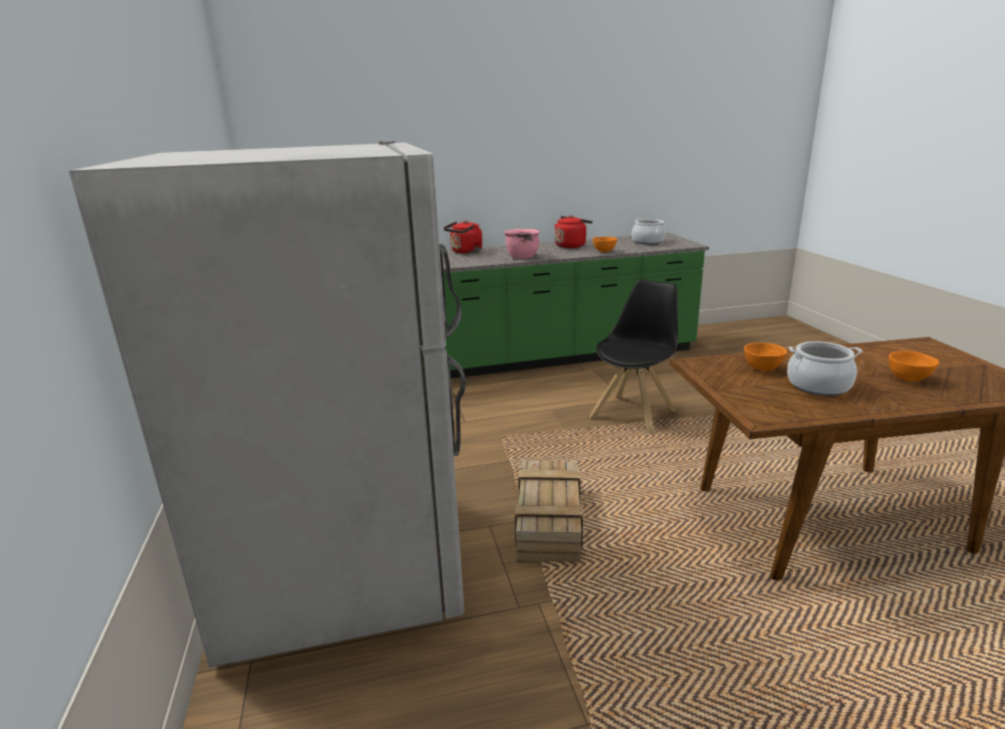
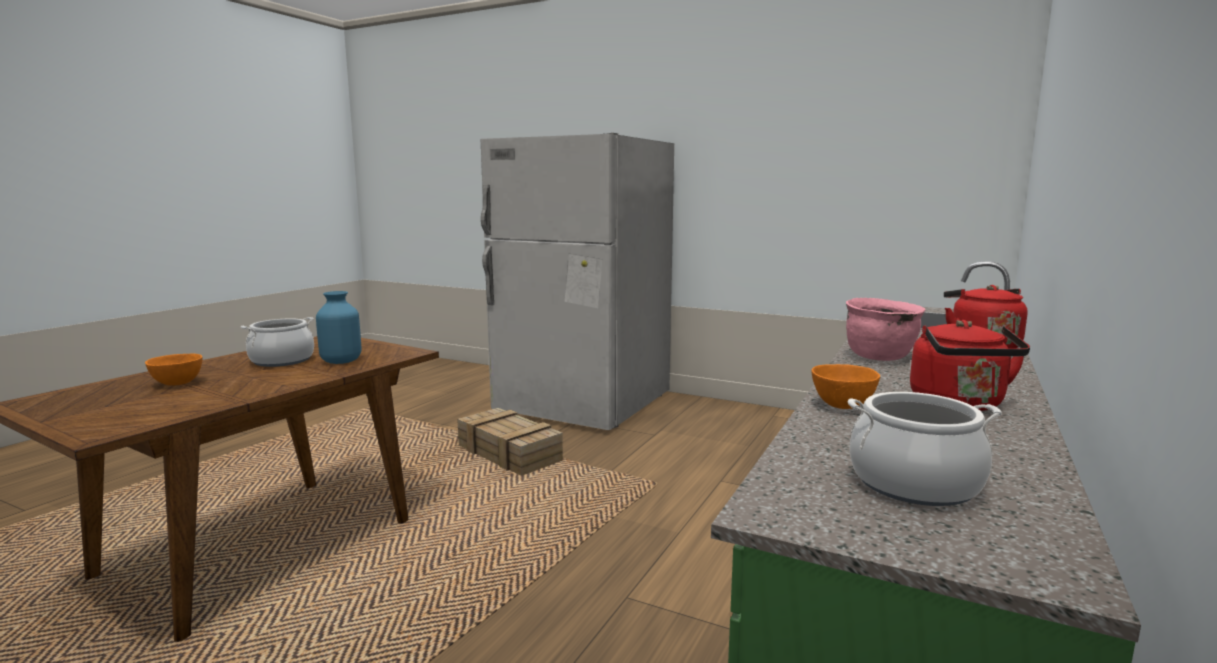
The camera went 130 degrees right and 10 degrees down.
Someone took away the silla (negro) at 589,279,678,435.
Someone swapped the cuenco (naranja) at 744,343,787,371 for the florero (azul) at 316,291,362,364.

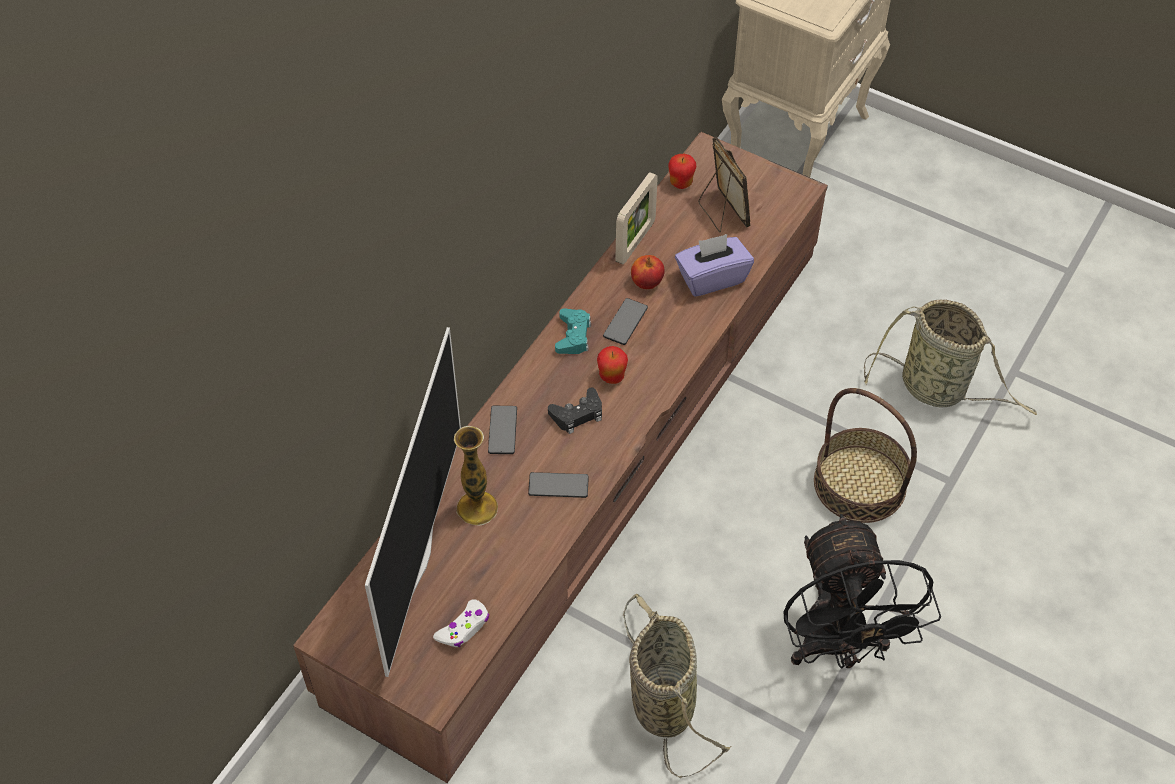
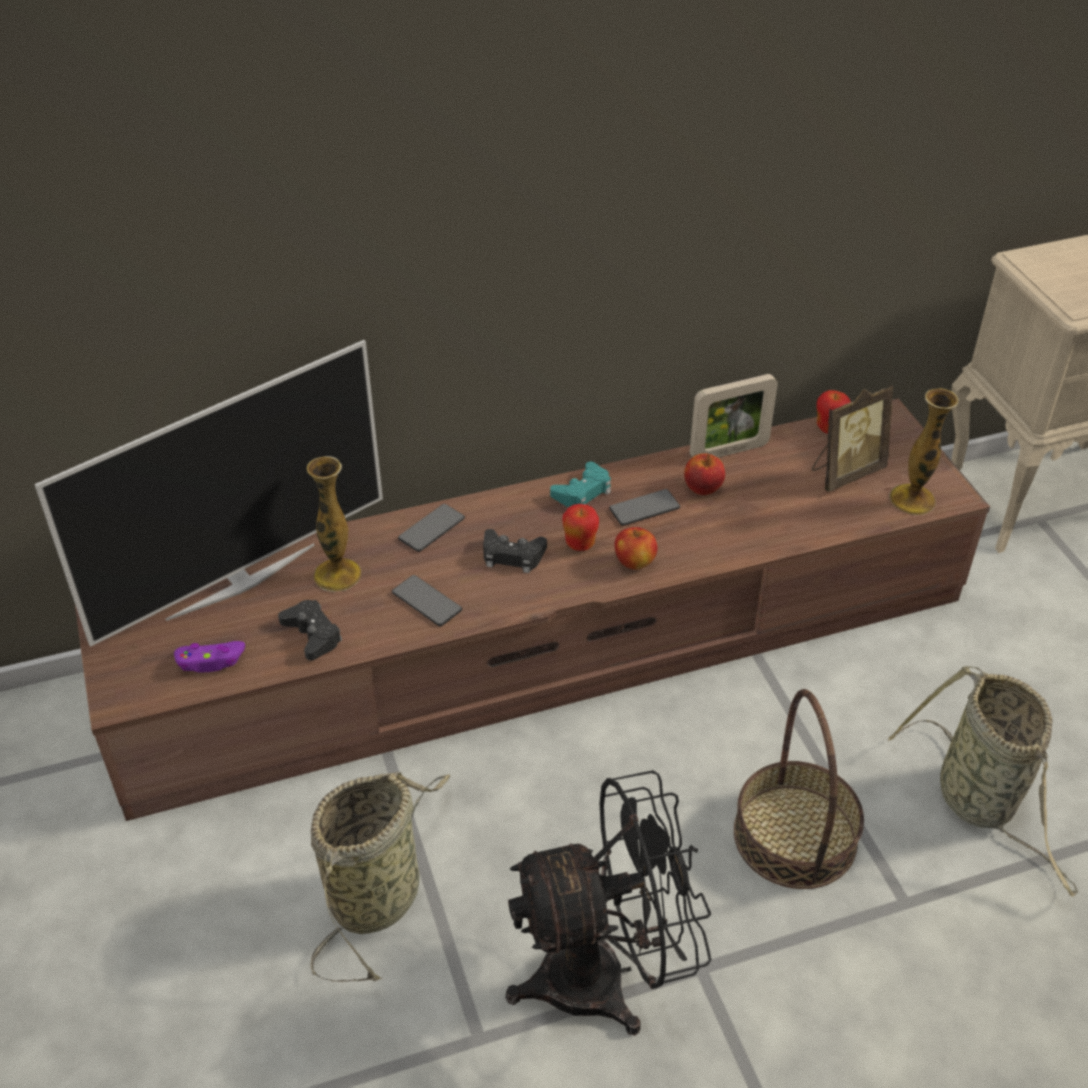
The camera went 40 degrees right and 10 degrees down.
Someone took away the caja de pañuelos (morado) at 675,234,754,297.
Someone put down the mando de consola (negro) at 278,600,342,660.
Someone put down the manzana at 614,527,658,570.
Someone put down the florero at 889,388,959,515.
Someone repainted the mando de consola (blanco) at 433,599,489,647, which became the mando de consola (morado) at 174,641,245,673.
Someone rotated the portarretratos at 698,137,751,232 by 45 degrees clockwise.
Someone rotated the ventilador (negro) at 784,514,941,668 by 135 degrees counterclockwise.

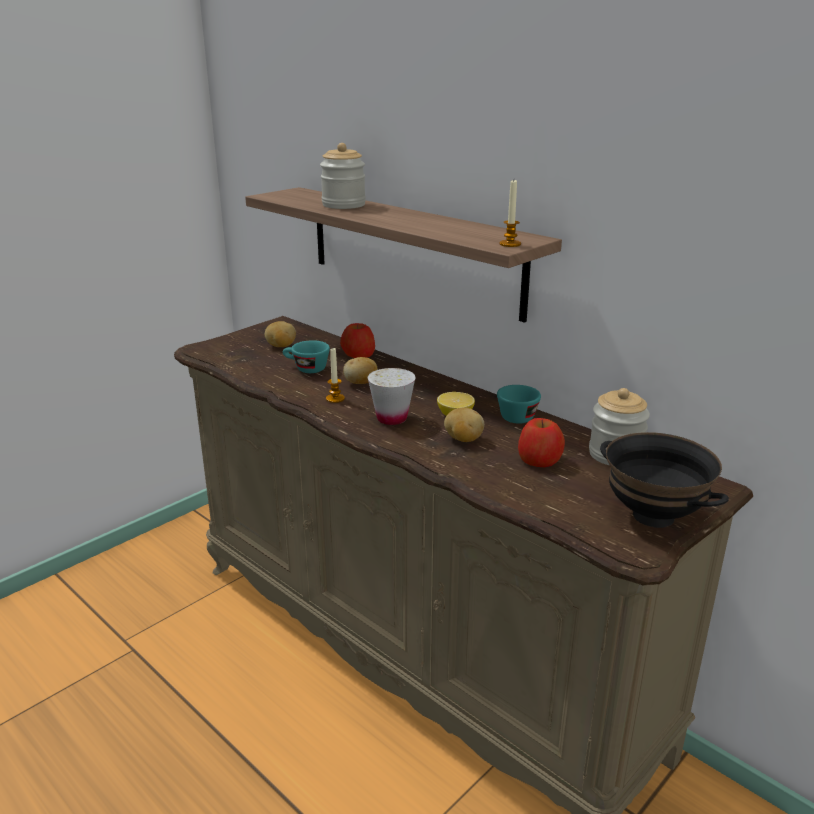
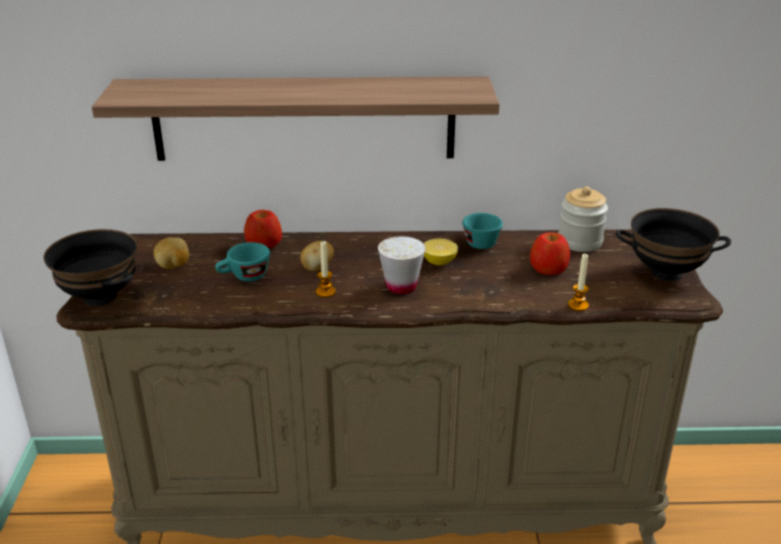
The camera went 45 degrees left and 5 degrees up.
Someone took away the tarro at 320,143,366,209.
Someone took away the patata at 444,408,484,442.
Someone put down the cuenco (negro) at 43,229,137,306.
Someone carried the vela from 499,180,521,247 to 568,253,589,311.

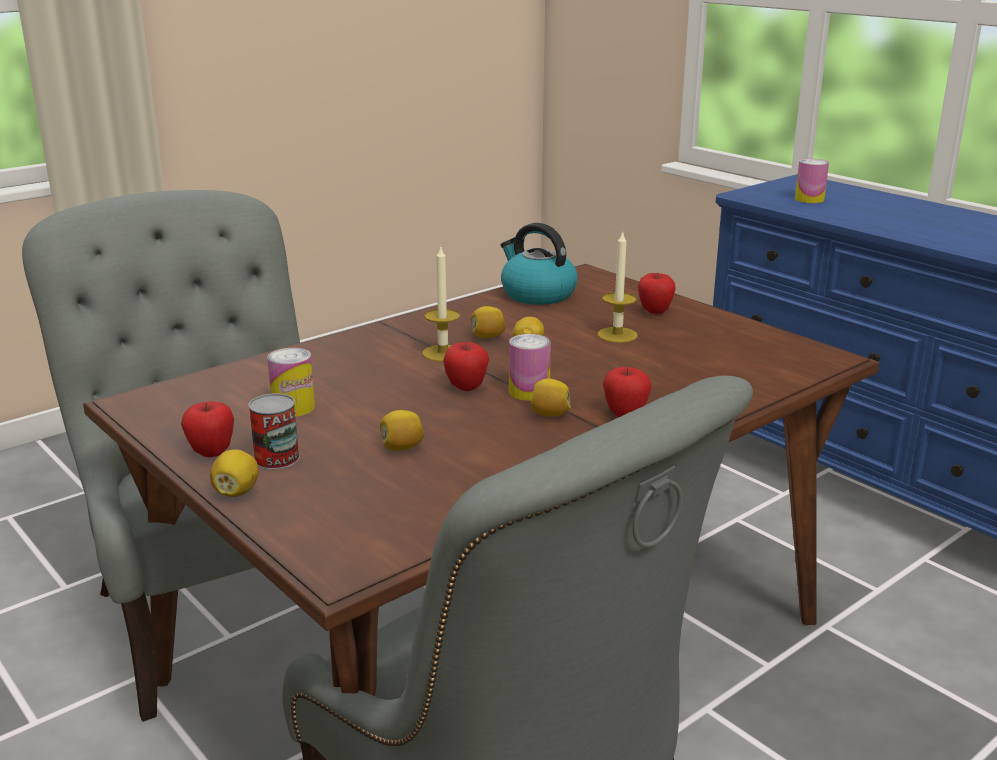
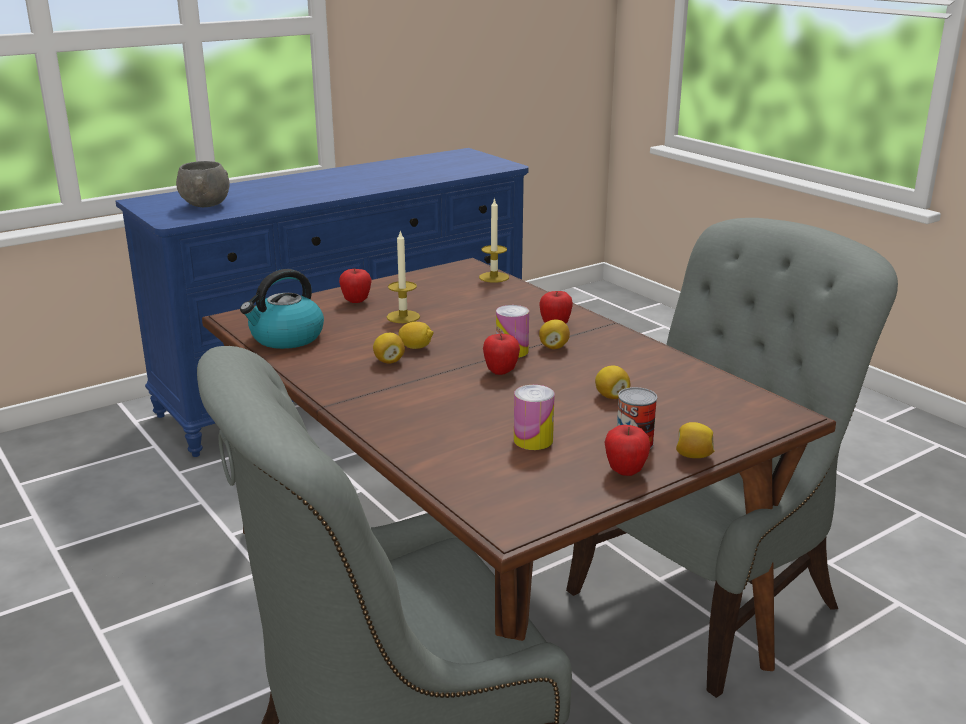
The camera went 85 degrees left and 0 degrees up.
Someone carried the vela from 423,245,460,362 to 479,198,509,283.
Someone swapped the lata at 795,159,829,203 for the cuenco (gris) at 176,161,229,207.

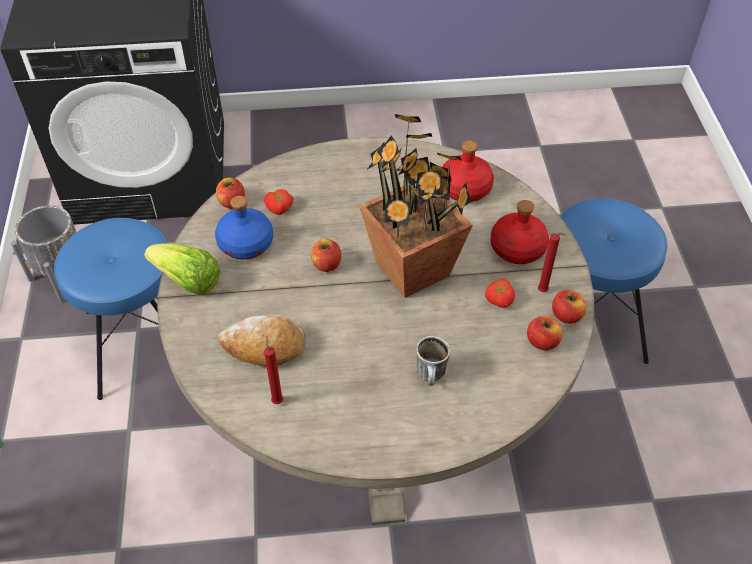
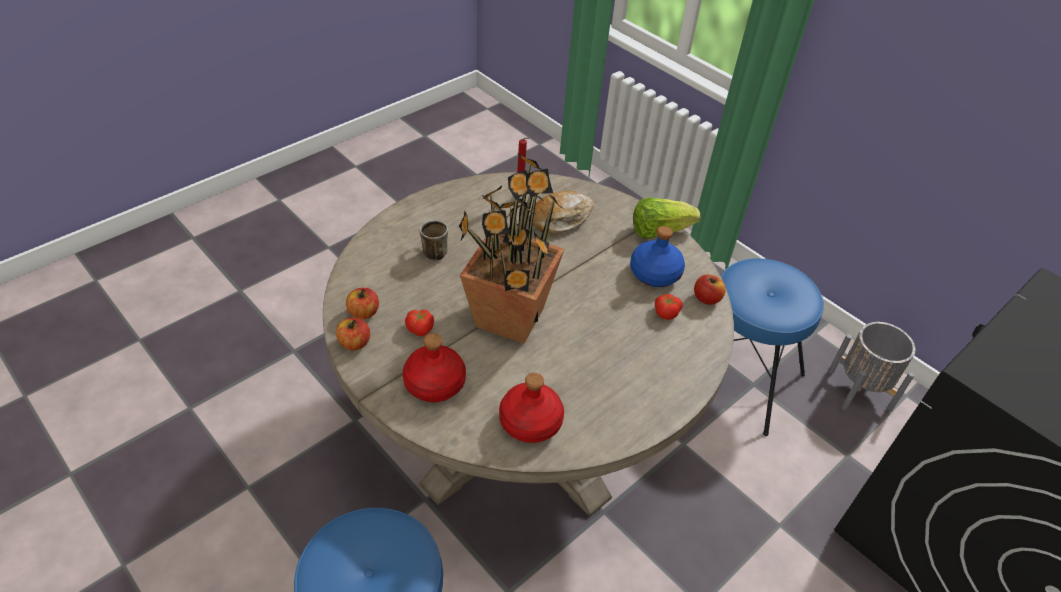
The camera went 140 degrees right and 5 degrees down.
Someone took away the manzana at 311,239,341,272.
Someone took away the vela (rojo) at 538,233,566,292.

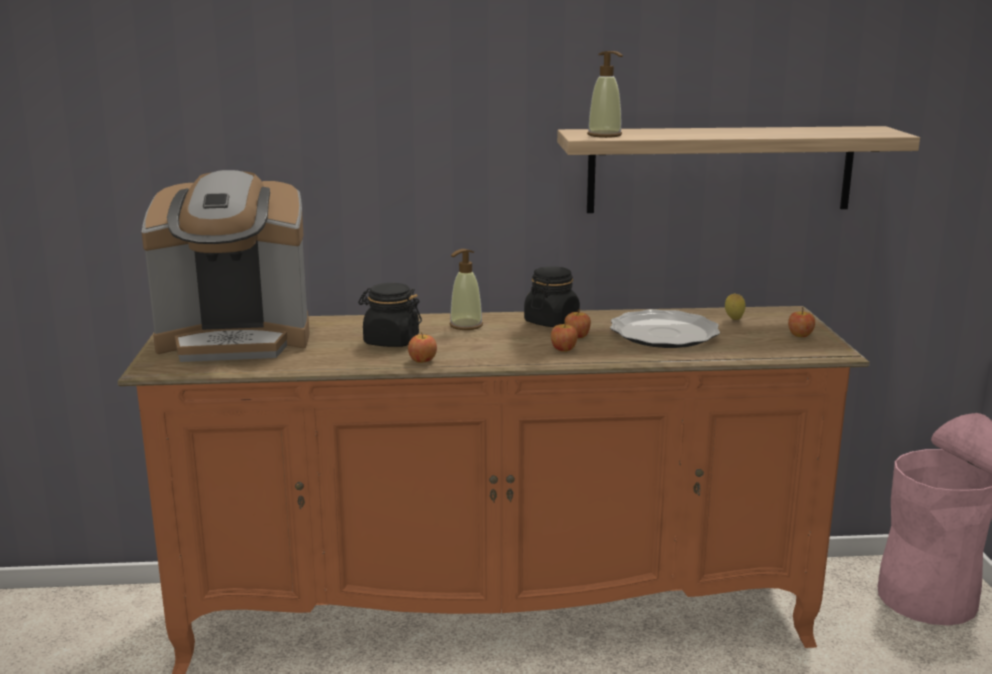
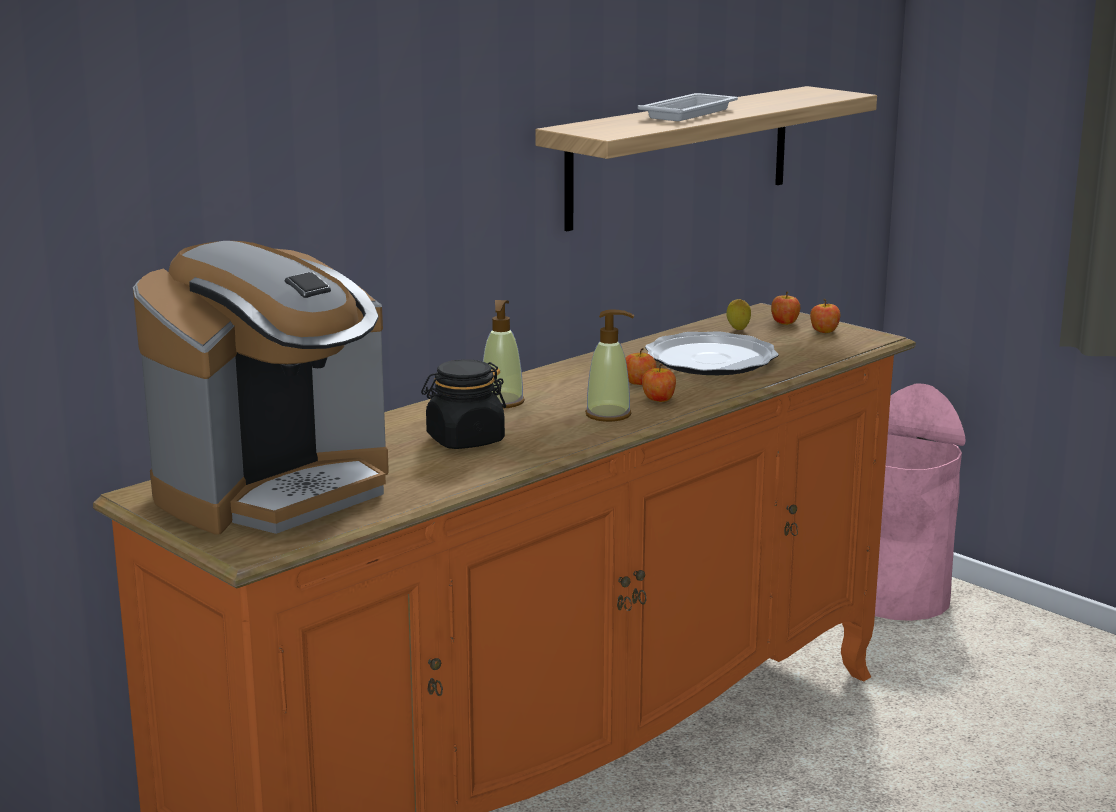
The camera went 40 degrees left and 0 degrees up.
Someone took away the tarro (negro) at 524,266,580,327.
Someone put down the bandeja (blanco) at 638,93,738,121.
Someone carried the manzana from 408,332,437,363 to 771,292,800,325.
Someone carried the dispensador de jabón from 587,51,623,138 to 585,309,634,422.

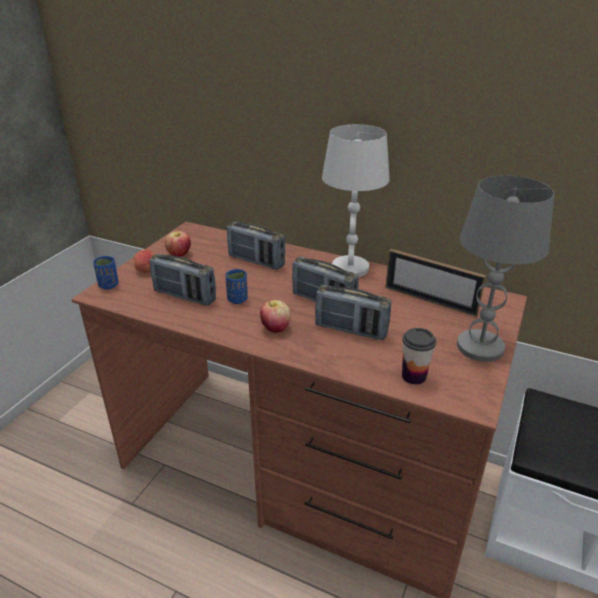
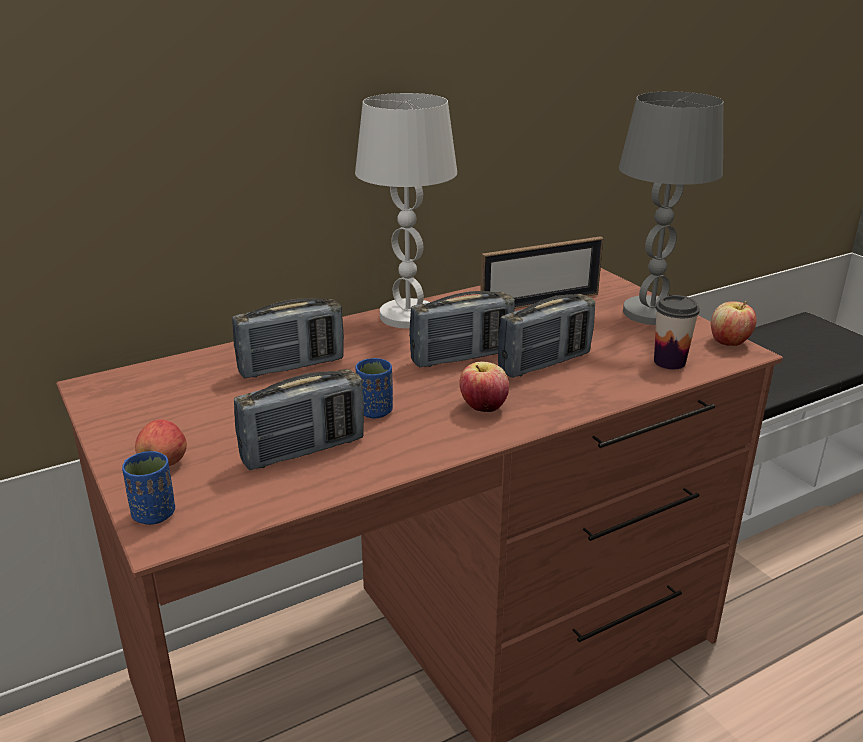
The camera went 55 degrees left and 5 degrees down.
Someone carried the manzana from 165,231,191,257 to 711,301,757,346.

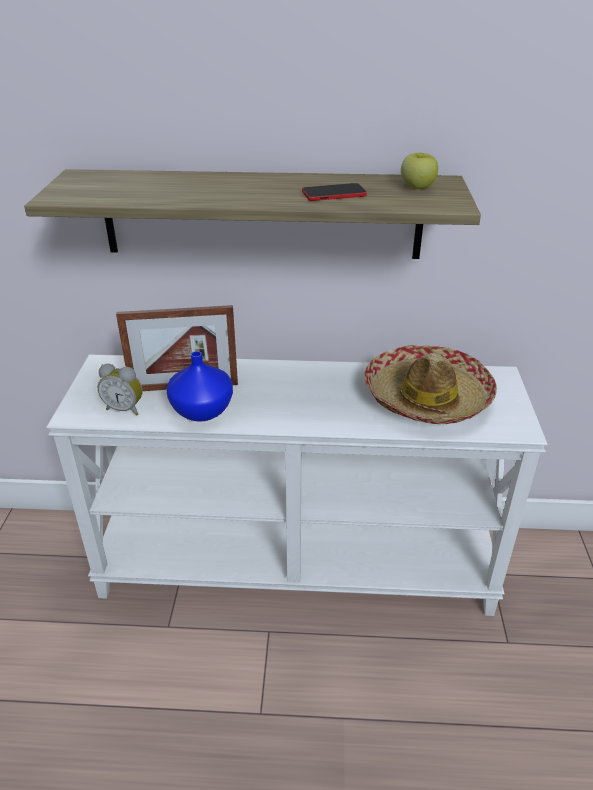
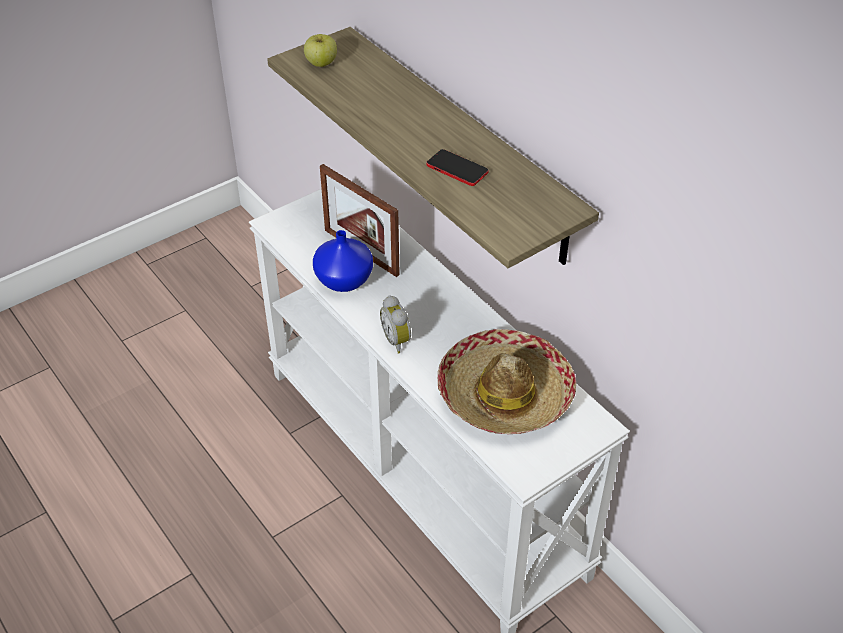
The camera went 50 degrees right and 10 degrees up.
Someone carried the despertador from 98,363,143,416 to 380,295,411,354.
Someone carried the manzana from 401,153,438,189 to 304,34,337,67.

